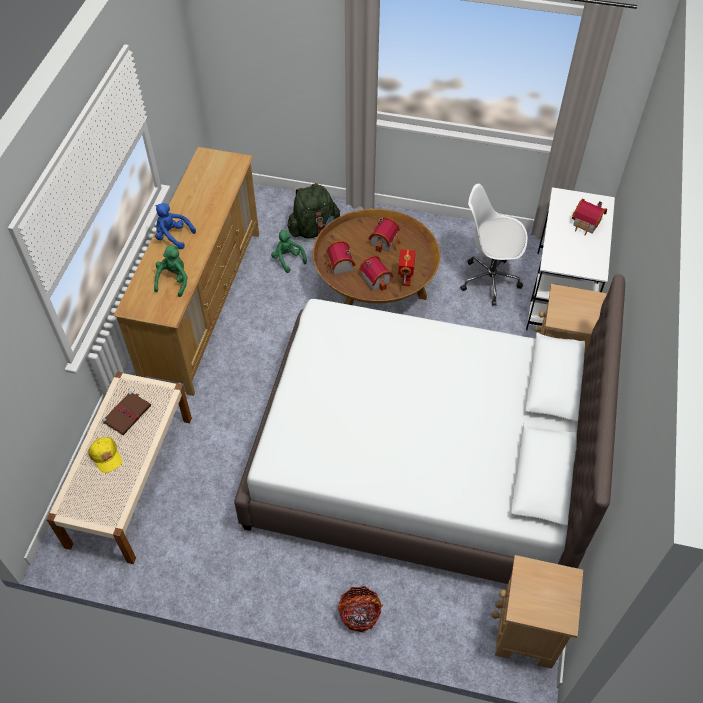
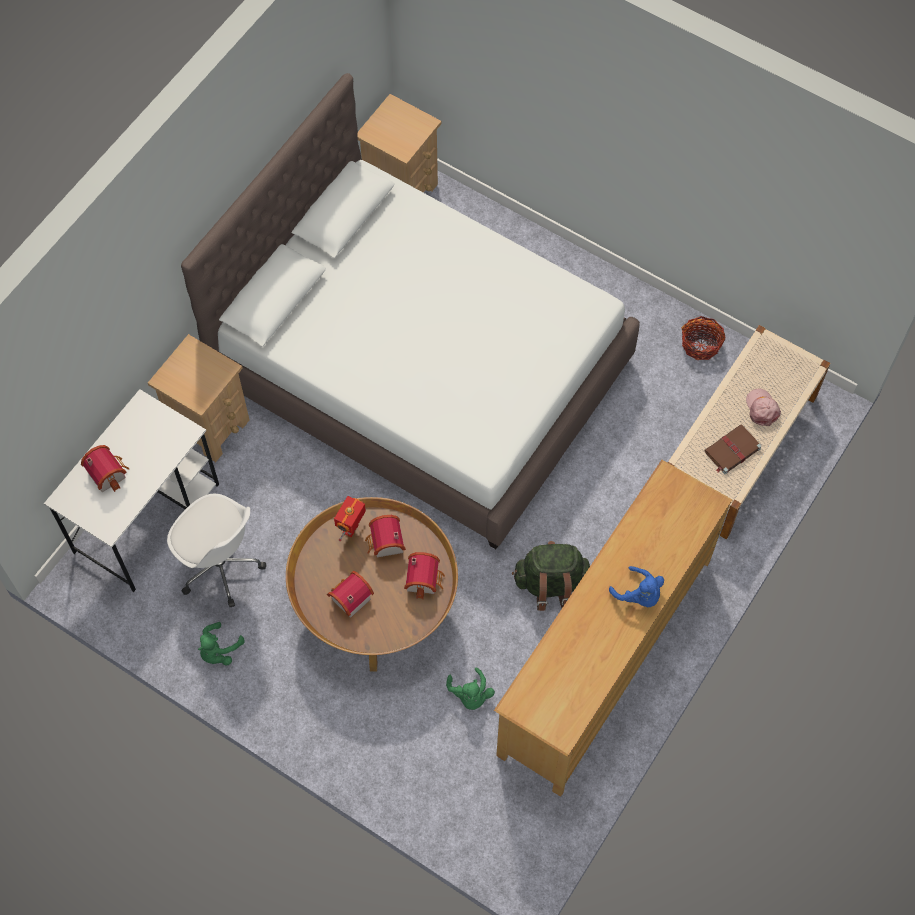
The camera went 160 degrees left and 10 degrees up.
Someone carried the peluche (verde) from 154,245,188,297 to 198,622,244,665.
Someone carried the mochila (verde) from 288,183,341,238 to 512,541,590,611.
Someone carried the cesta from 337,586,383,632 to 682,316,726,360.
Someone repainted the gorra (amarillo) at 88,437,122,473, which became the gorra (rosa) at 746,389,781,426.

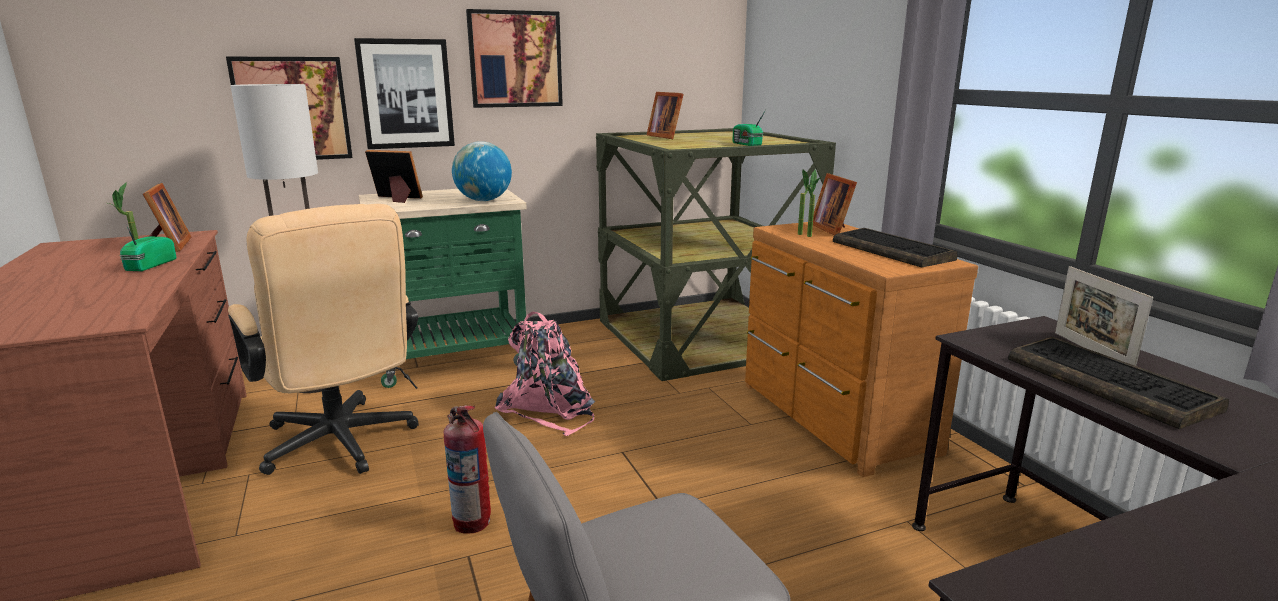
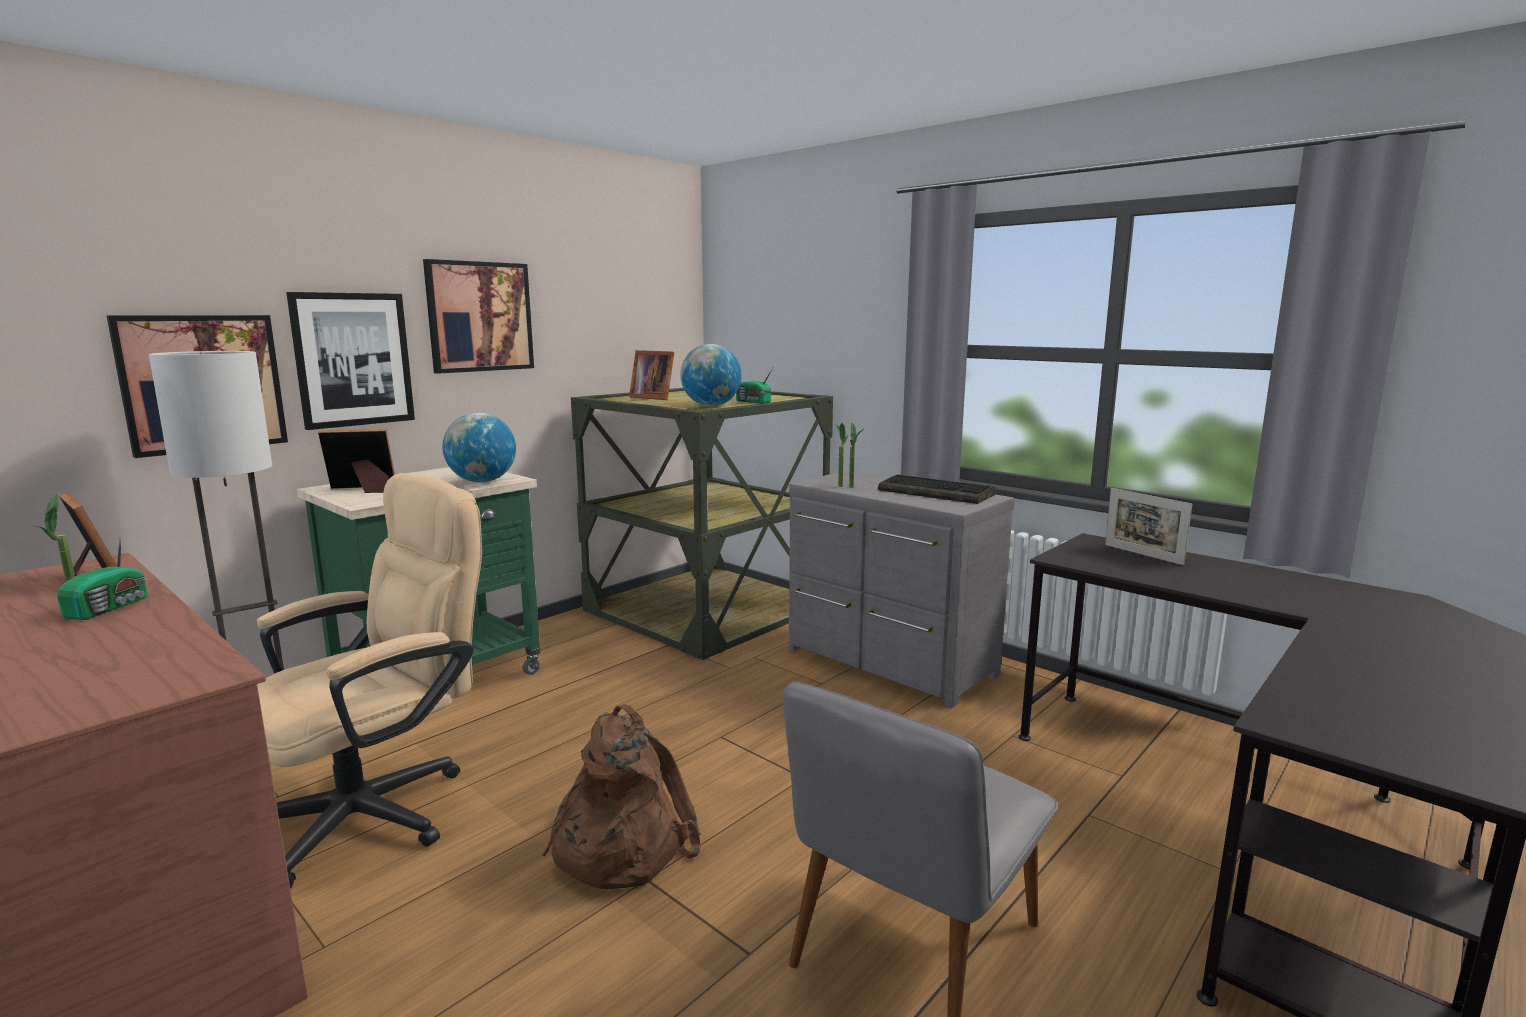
The camera went 25 degrees left and 5 degrees down.
Someone took away the mochila (rosa) at 495,312,595,436.
Someone took away the portarretratos at 813,173,857,235.
Someone took away the teclado at 1008,336,1229,429.
Someone put down the globo terráqueo at 680,344,742,406.
Someone swapped the extintor at 444,405,491,534 for the mochila (marrón) at 542,704,701,889.
Someone repainted the cómoda (marrón) at 745,222,978,477, which became the cómoda (gris) at 789,471,1015,708.
Someone rotated the radio at 120,224,176,271 by 150 degrees counterclockwise.
Someone rotated the silla de oficina (beis) at 228,204,419,475 by 75 degrees counterclockwise.

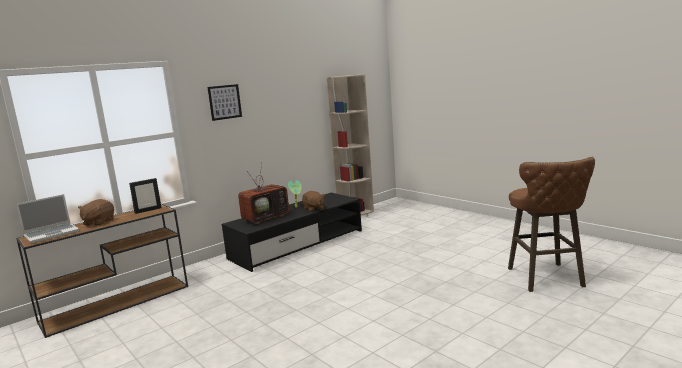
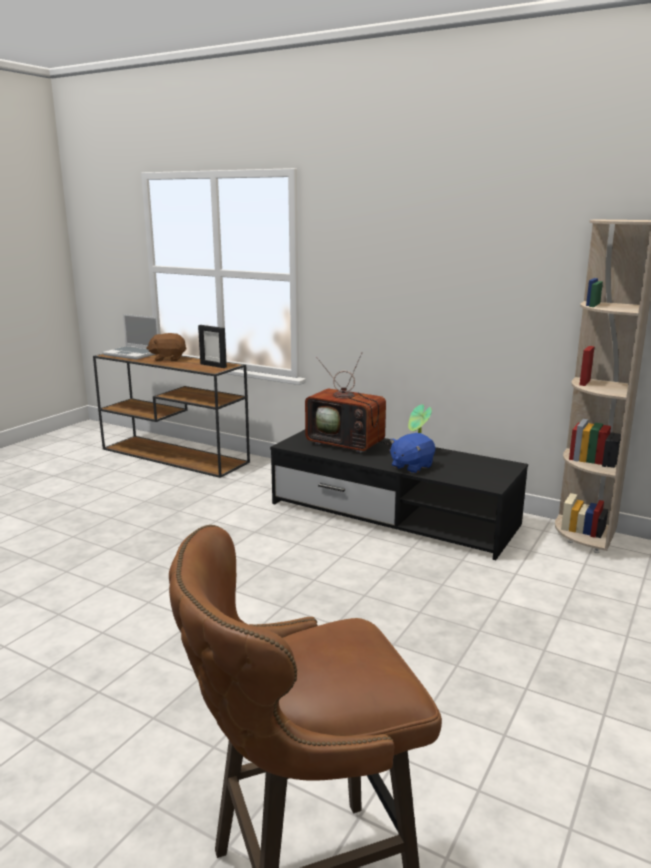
The camera went 70 degrees right and 5 degrees up.
Someone took away the cuadro at 207,84,242,121.
Someone repainted the peluche (marrón) at 302,191,325,212, which became the peluche (azul) at 390,433,435,473.

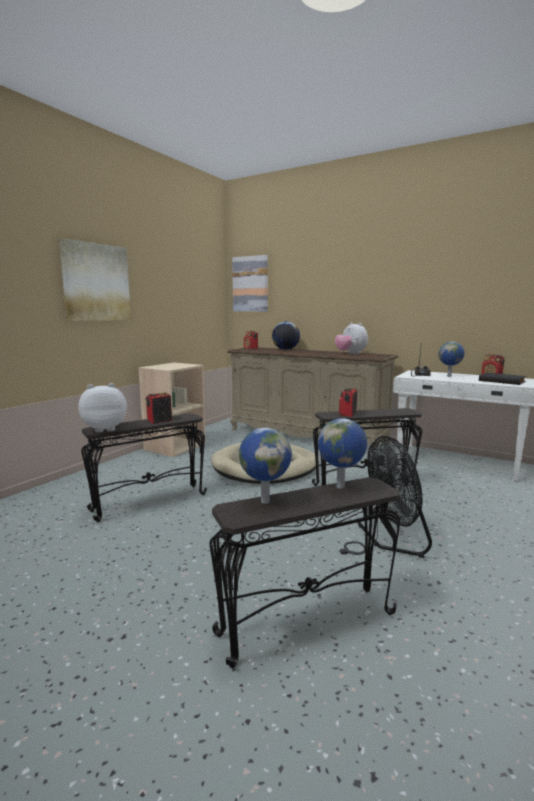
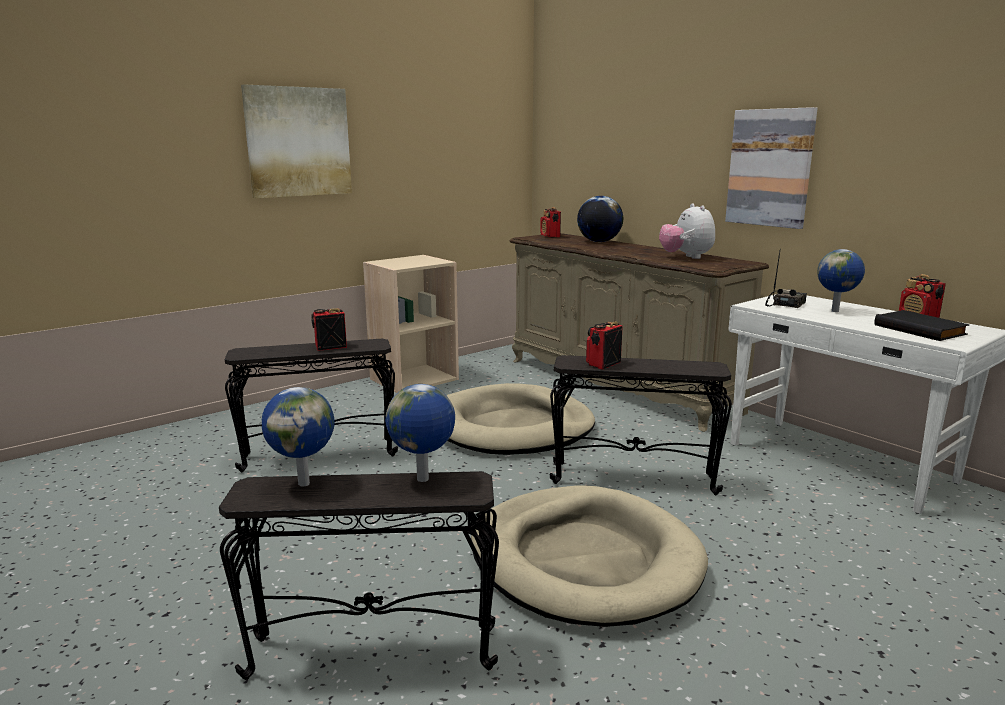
The camera went 20 degrees right and 5 degrees up.
Someone took away the peluche at 78,383,127,432.
Someone carried the cuadro from 232,255,268,312 to 725,107,818,229.
Someone swapped the ventilador (negro) at 339,436,432,558 for the cama para perro (beis) at 471,485,708,627.

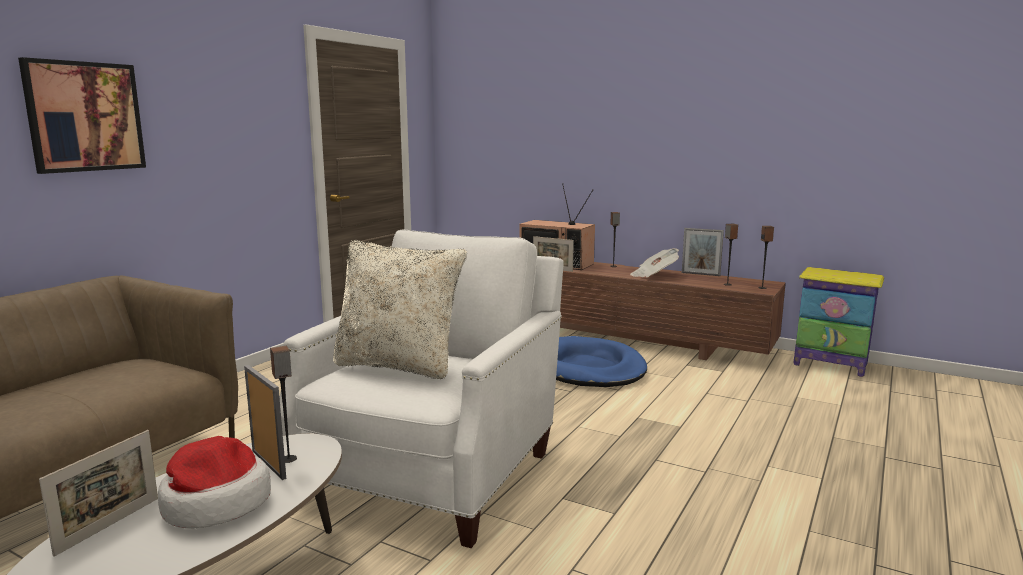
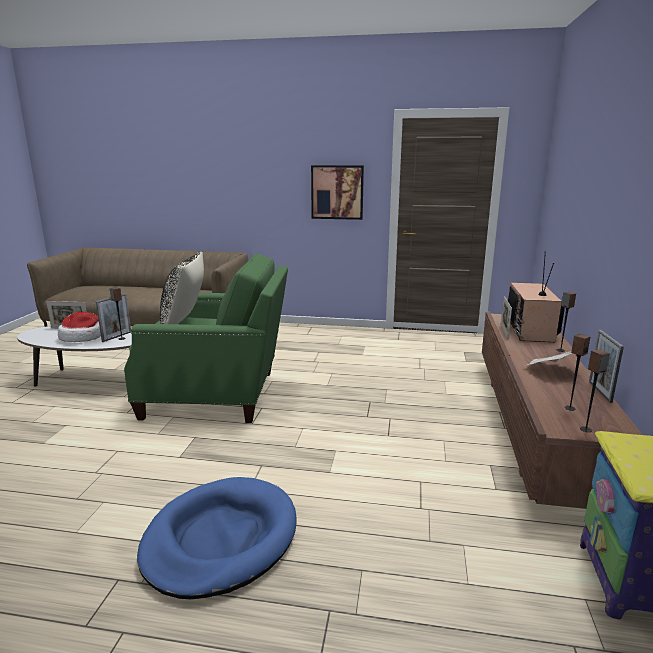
The camera went 70 degrees right and 5 degrees up.
Someone carried the cuadro from 18,57,146,174 to 311,165,364,220.
Someone carried the cama para perro (azul) from 556,336,647,387 to 137,477,296,599.
Someone repainted the sillón (blanco) at 280,230,564,548, which became the sillón (verde) at 124,253,288,423.

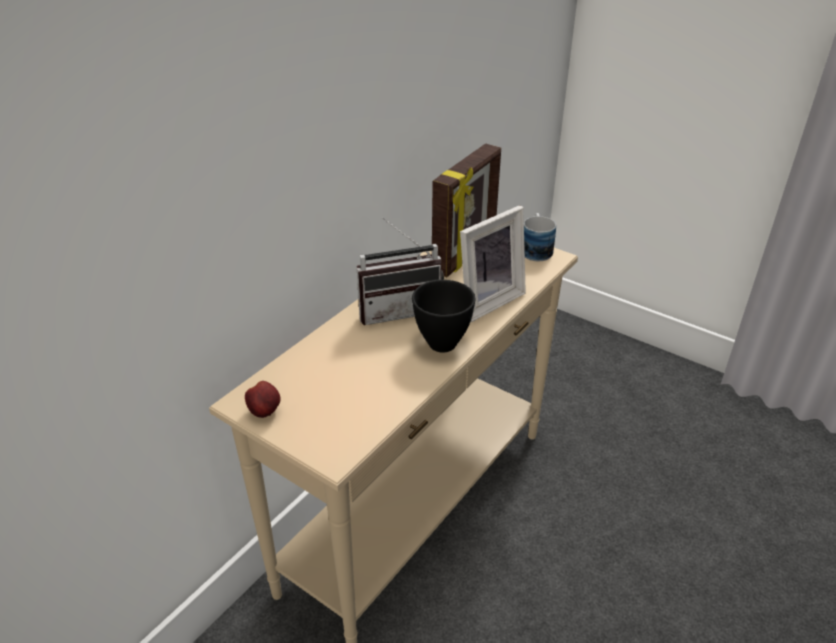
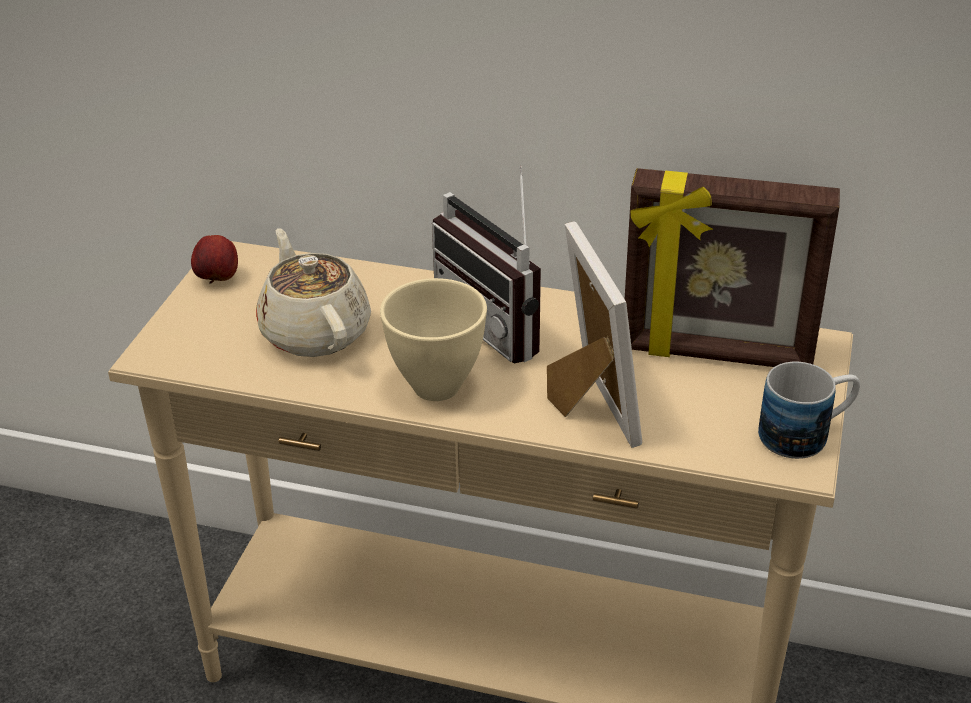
The camera went 70 degrees right and 0 degrees up.
Someone put down the tetera (beis) at 256,228,371,357.
Someone repainted the cuenco (negro) at 412,280,476,352, which became the cuenco (beis) at 380,278,487,401.
Someone rotated the portarretratos at 460,206,526,323 by 135 degrees counterclockwise.

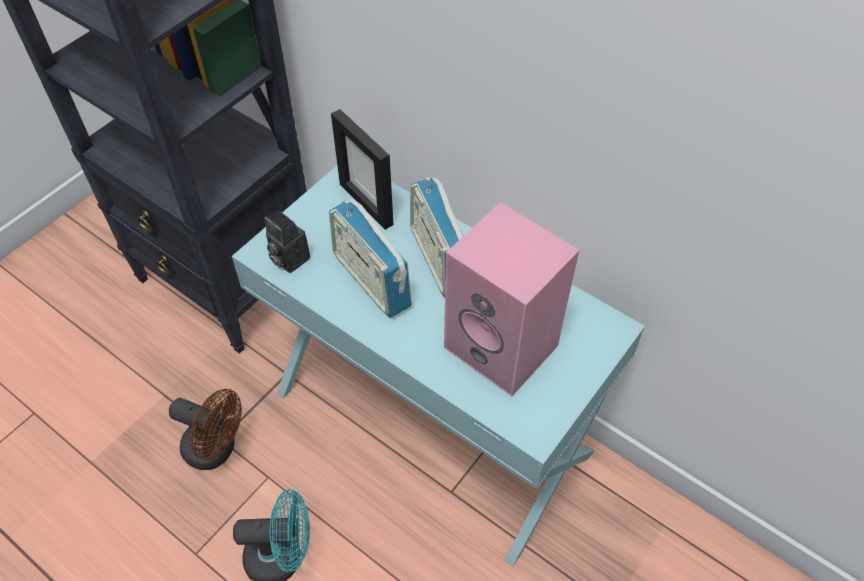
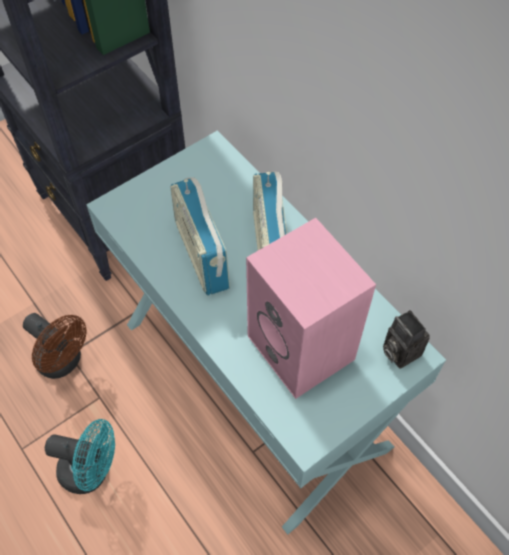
The camera went 15 degrees right and 5 degrees up.
Someone took away the portarretratos at 331,109,394,230.
Someone carried the cámara from 264,210,310,273 to 383,310,430,368.

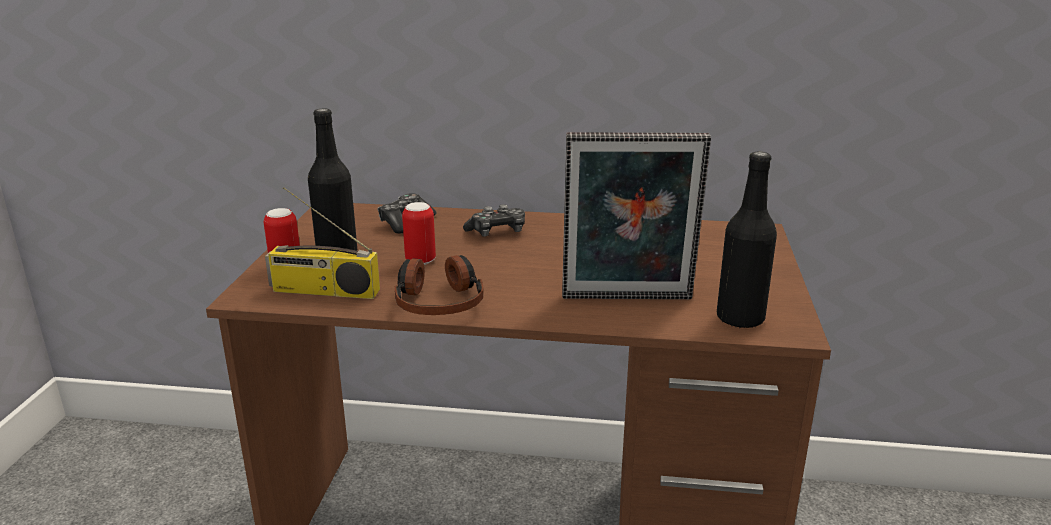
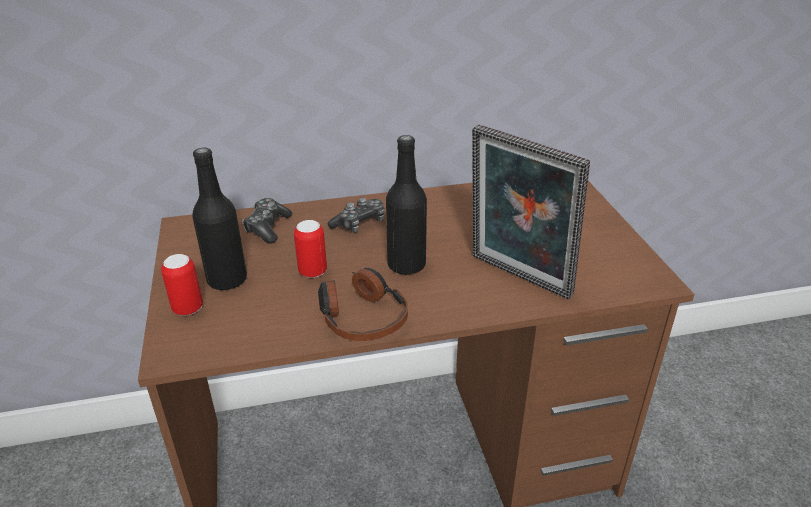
The camera went 20 degrees left and 10 degrees up.
Someone took away the radio at 265,187,380,299.
Someone carried the botella (negro) from 717,152,777,328 to 386,135,427,275.
Someone rotated the portarretratos at 562,132,711,299 by 60 degrees clockwise.

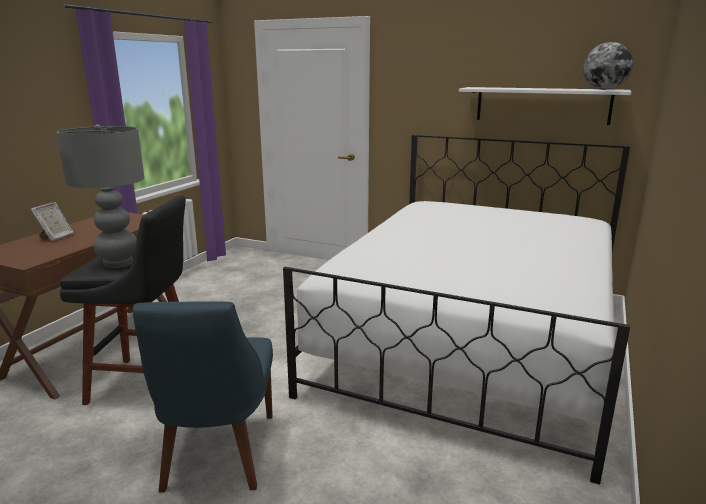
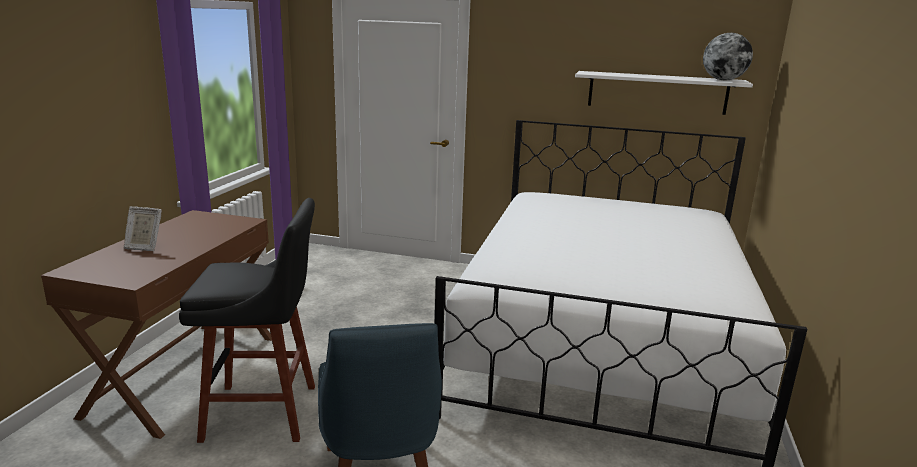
The camera went 10 degrees left and 0 degrees up.
Someone took away the lámpara de mesa (gris) at 56,124,144,268.
Someone rotated the portarretratos at 30,202,74,241 by 90 degrees clockwise.

